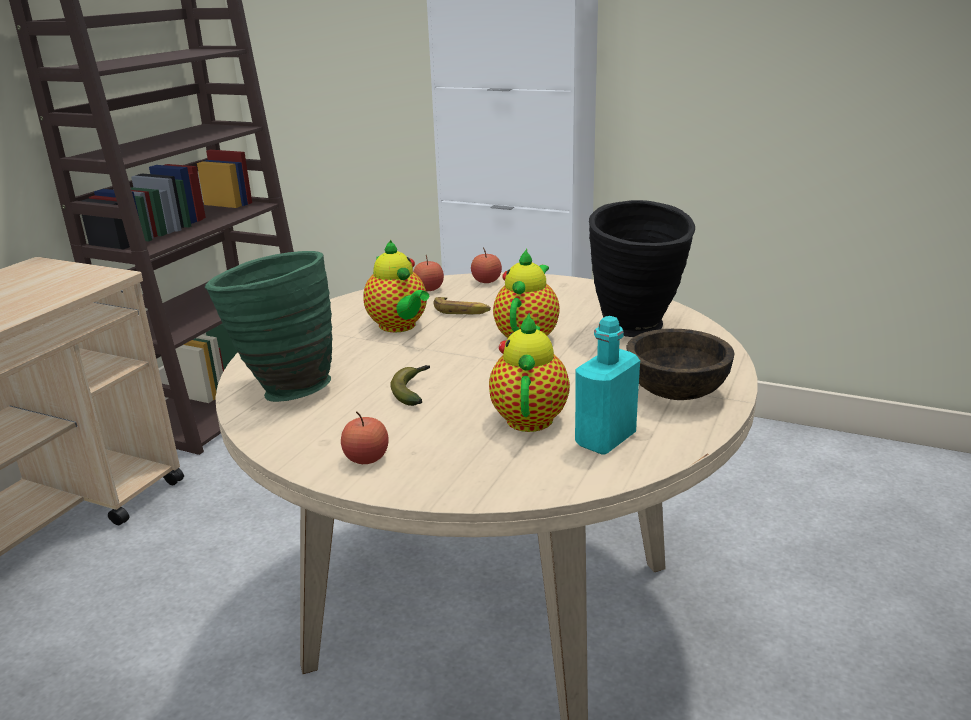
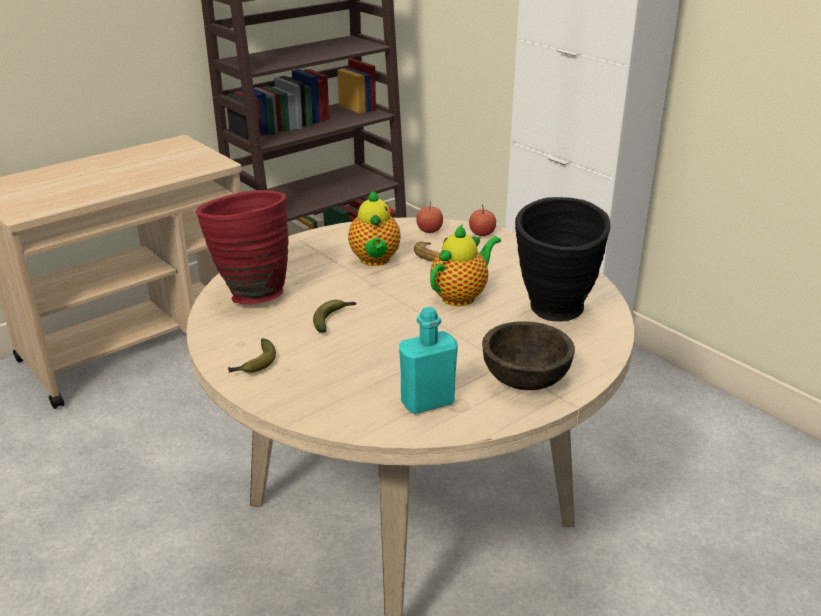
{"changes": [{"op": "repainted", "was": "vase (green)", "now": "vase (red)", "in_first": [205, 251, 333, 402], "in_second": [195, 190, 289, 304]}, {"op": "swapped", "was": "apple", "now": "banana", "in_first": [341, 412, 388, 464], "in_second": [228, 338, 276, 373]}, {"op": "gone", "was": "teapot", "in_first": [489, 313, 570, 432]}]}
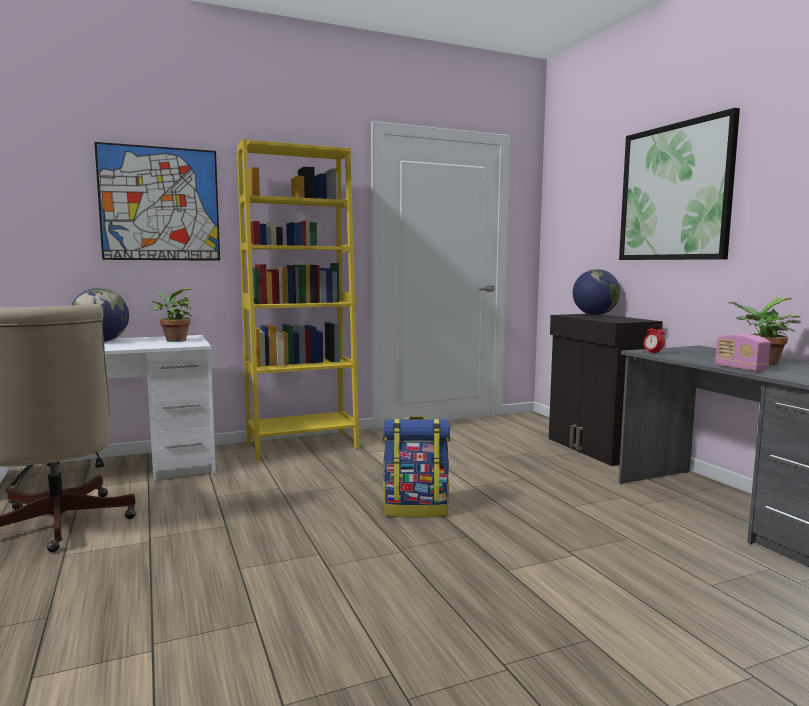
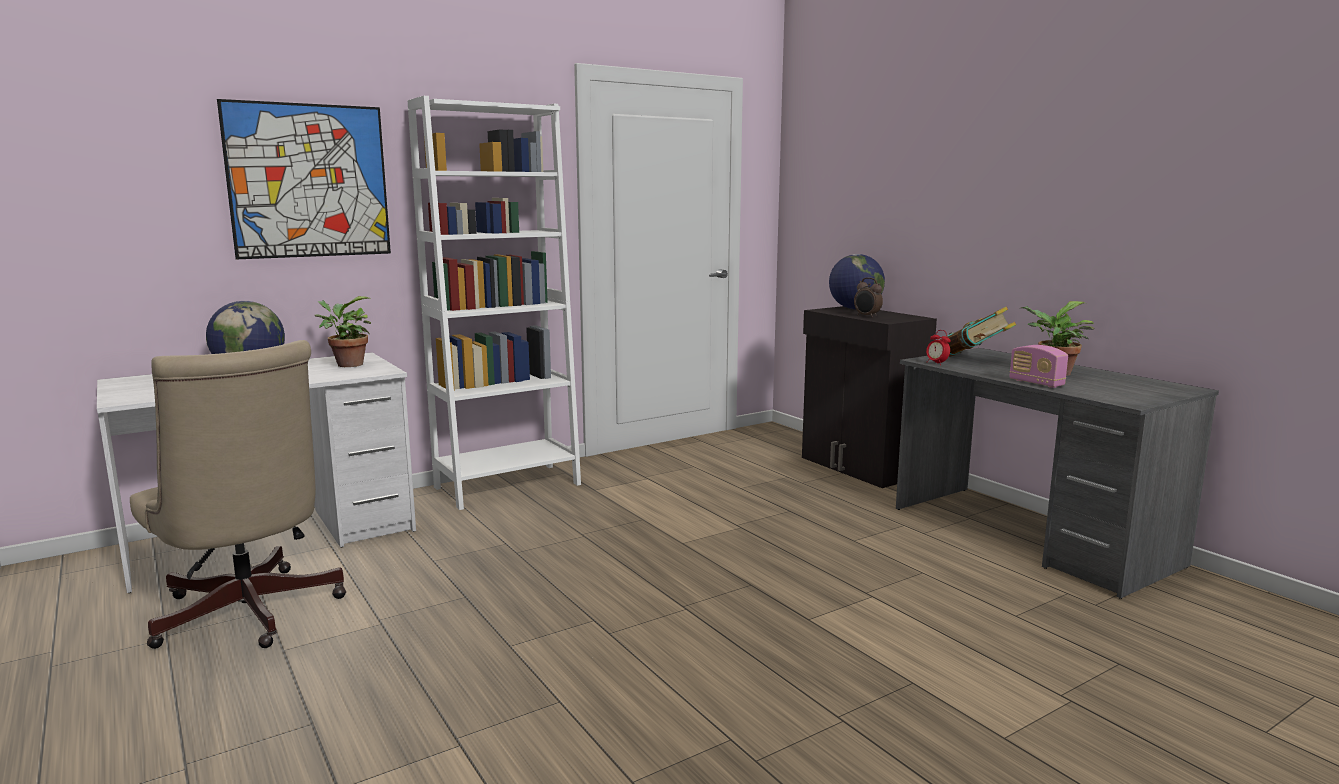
{"changes": [{"op": "repainted", "was": "bookcase (yellow)", "now": "bookcase (white)", "in_first": [237, 139, 359, 461], "in_second": [408, 96, 581, 510]}, {"op": "gone", "was": "backpack", "in_first": [383, 416, 450, 518]}, {"op": "gone", "was": "picture", "in_first": [619, 108, 740, 260]}, {"op": "new", "now": "alarm clock", "in_second": [854, 278, 883, 318]}, {"op": "new", "now": "book", "in_second": [941, 307, 1016, 357]}]}
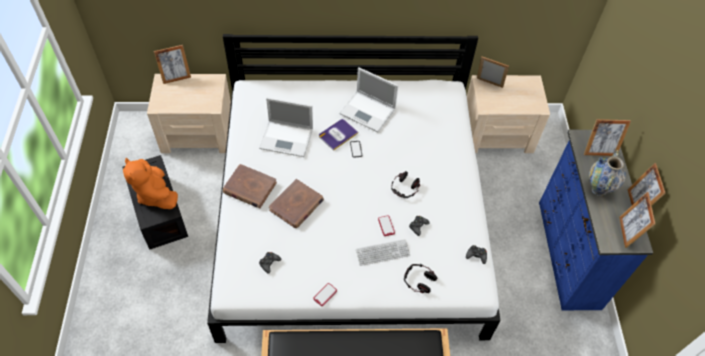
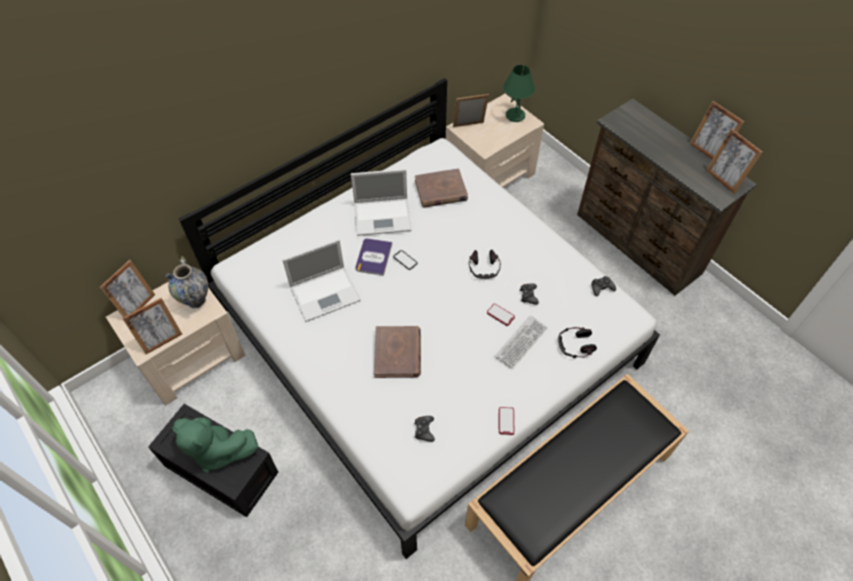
{"changes": [{"op": "repainted", "was": "plush toy (orange)", "now": "plush toy (green)", "in_first": [123, 158, 178, 209], "in_second": [172, 417, 258, 473]}, {"op": "shifted", "was": "book (brown)", "in_first": [223, 164, 277, 209], "in_second": [415, 168, 468, 208]}, {"op": "repainted", "was": "dresser (blue)", "now": "dresser (brown)", "in_first": [539, 130, 653, 310], "in_second": [577, 98, 757, 296]}, {"op": "shifted", "was": "picture frame", "in_first": [584, 119, 631, 156], "in_second": [122, 298, 182, 354]}, {"op": "shifted", "was": "vase", "in_first": [589, 150, 626, 196], "in_second": [166, 256, 208, 309]}, {"op": "new", "now": "table lamp (green)", "in_second": [503, 65, 535, 122]}]}
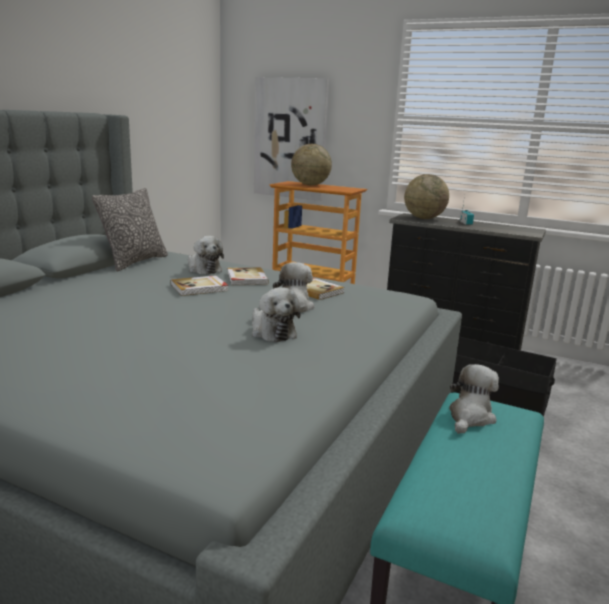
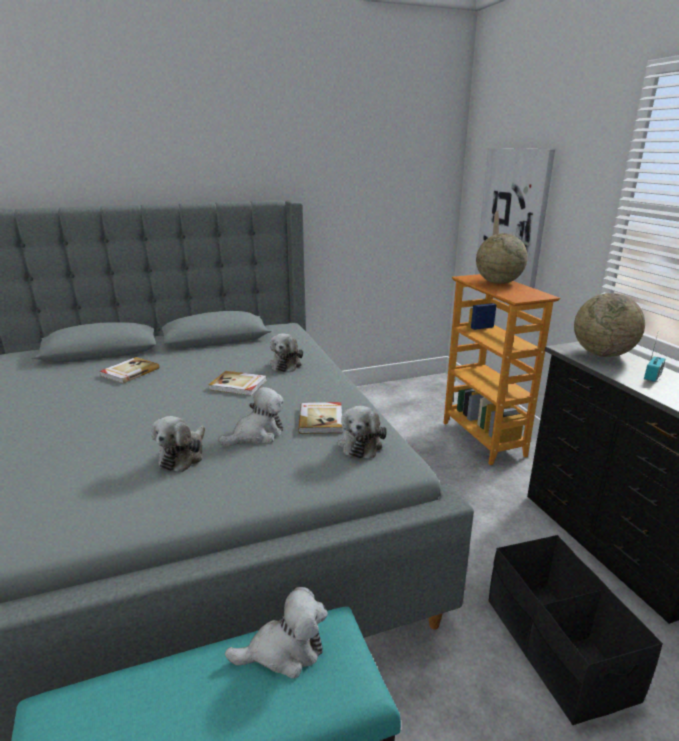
{"changes": [{"op": "gone", "was": "pillow", "in_first": [92, 188, 168, 272]}, {"op": "shifted", "was": "book", "in_first": [227, 267, 269, 285], "in_second": [100, 357, 159, 384]}, {"op": "new", "now": "plush toy", "in_second": [338, 406, 387, 459]}]}
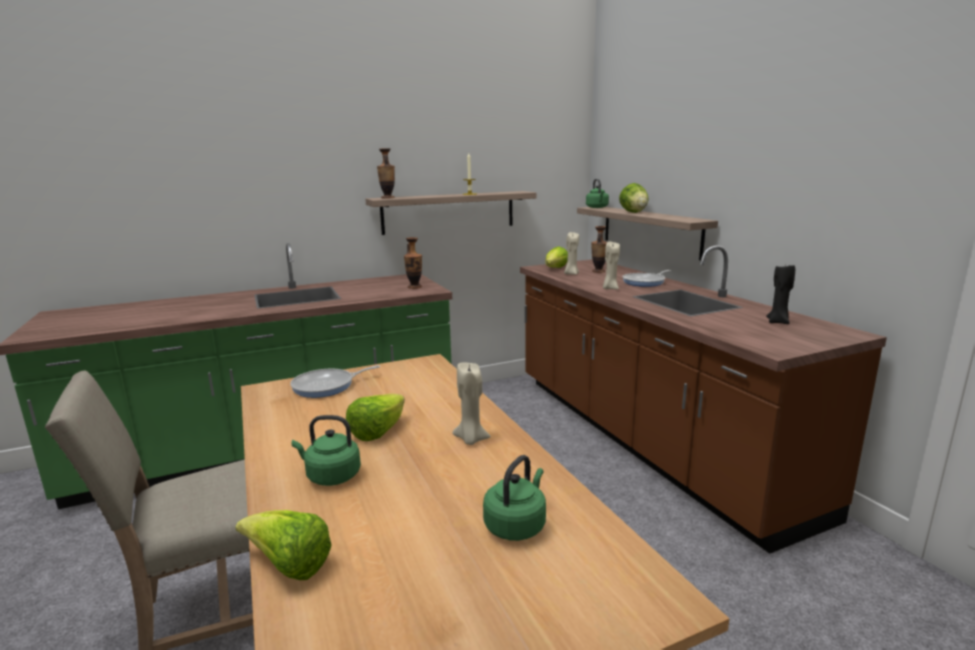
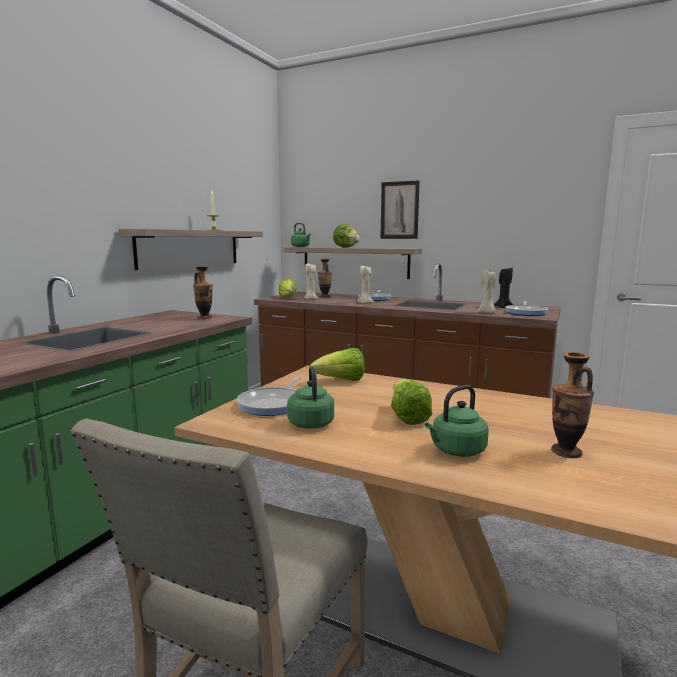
{"changes": [{"op": "shifted", "was": "lettuce", "in_first": [236, 510, 331, 580], "in_second": [309, 348, 365, 381]}, {"op": "shifted", "was": "vase", "in_first": [377, 148, 395, 198], "in_second": [551, 352, 594, 458]}, {"op": "shifted", "was": "candle (beige)", "in_first": [452, 362, 491, 445], "in_second": [478, 270, 496, 313]}, {"op": "shifted", "was": "kettle (green)", "in_first": [483, 455, 546, 541], "in_second": [287, 366, 334, 429]}, {"op": "new", "now": "picture", "in_second": [380, 180, 420, 239]}, {"op": "new", "now": "frying pan", "in_second": [506, 301, 548, 316]}]}
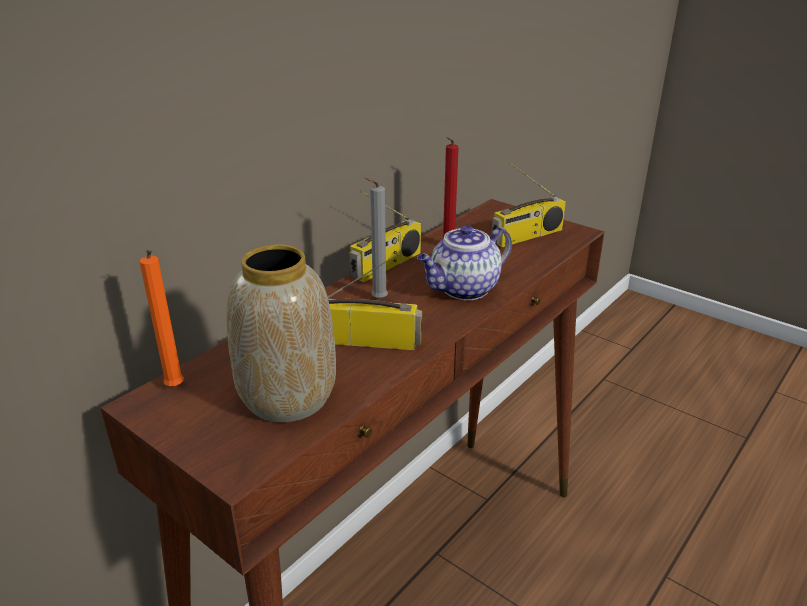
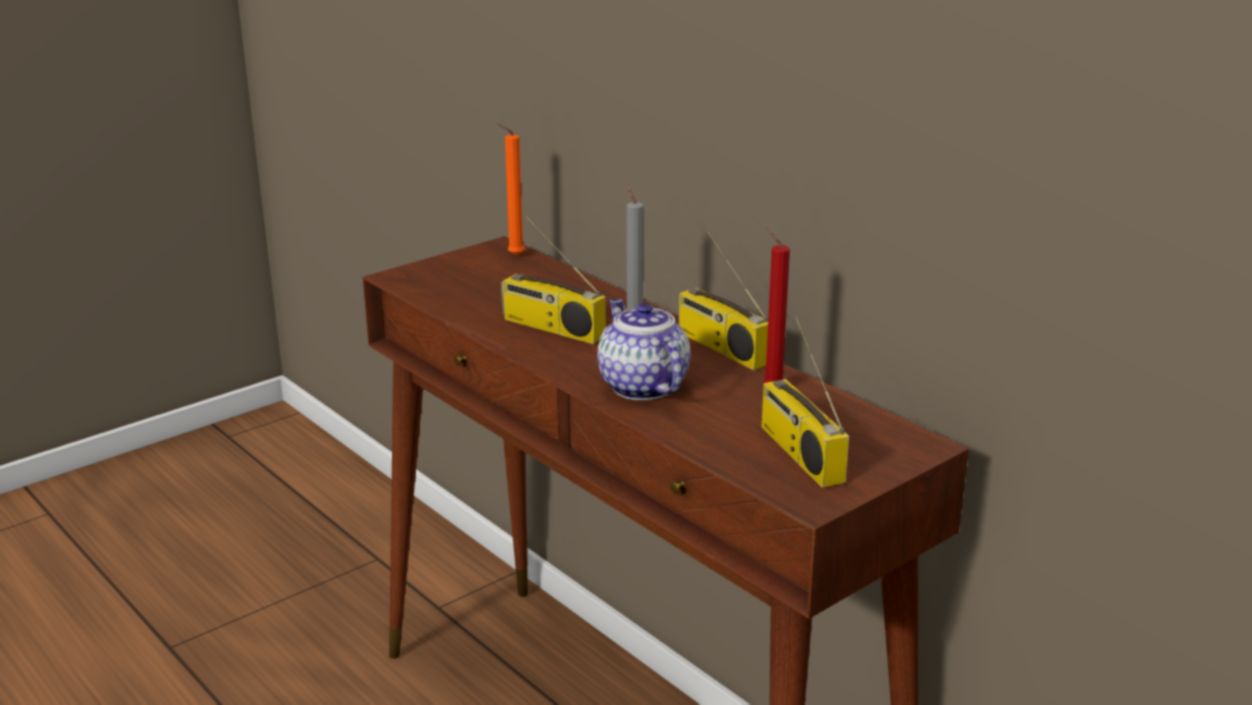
{"changes": [{"op": "gone", "was": "vase", "in_first": [227, 244, 336, 422]}, {"op": "rotated", "was": "radio", "in_first": [328, 253, 422, 350], "in_second": [501, 215, 606, 344], "clockwise": 105}]}
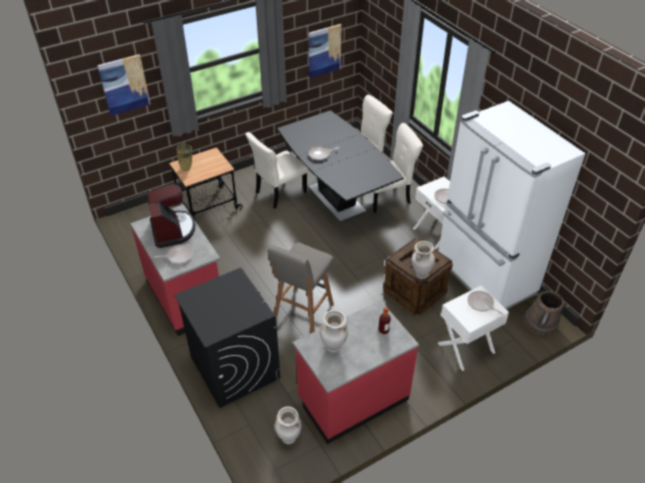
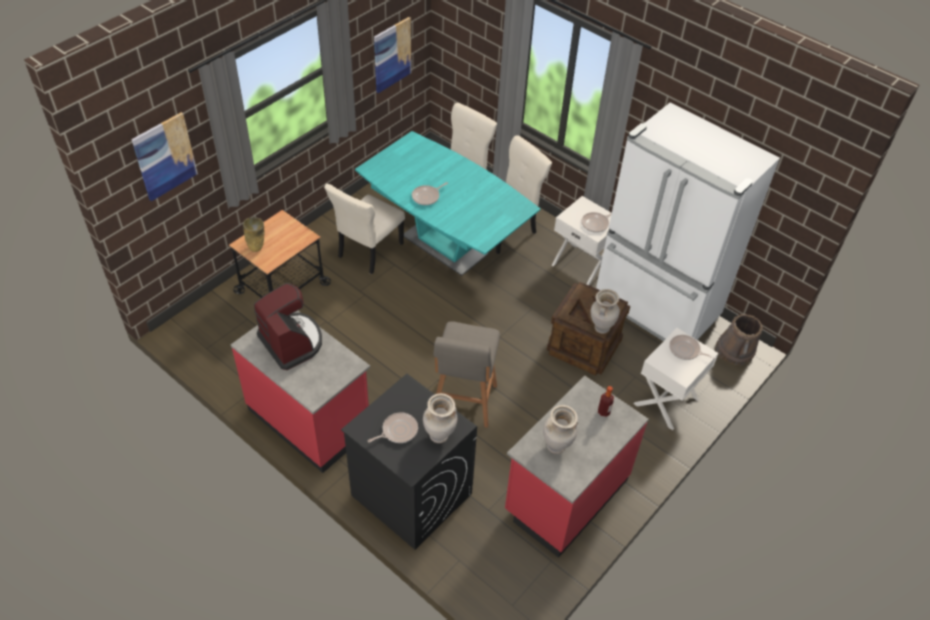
{"changes": [{"op": "shifted", "was": "frying pan", "in_first": [154, 245, 193, 264], "in_second": [368, 412, 418, 443]}, {"op": "shifted", "was": "vase (beige)", "in_first": [275, 407, 302, 444], "in_second": [423, 393, 457, 443]}, {"op": "repainted", "was": "dining table (black)", "now": "dining table (turquoise)", "in_first": [277, 110, 404, 223], "in_second": [355, 131, 541, 276]}]}
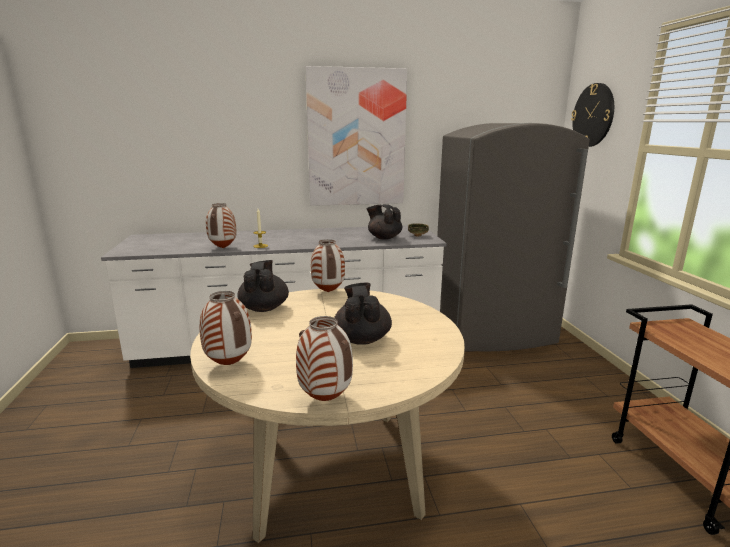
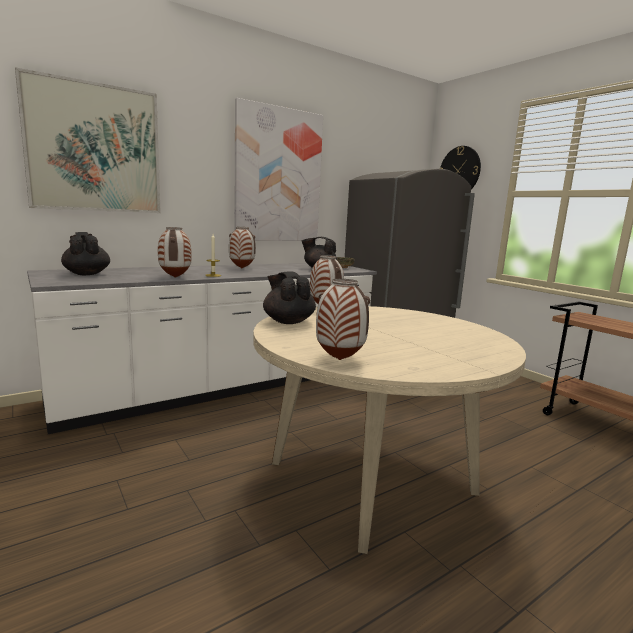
{"changes": [{"op": "shifted", "was": "vase", "in_first": [296, 316, 353, 401], "in_second": [229, 227, 256, 268]}, {"op": "shifted", "was": "teapot (black)", "in_first": [334, 283, 392, 345], "in_second": [61, 232, 110, 275]}, {"op": "new", "now": "picture", "in_second": [15, 67, 161, 213]}]}
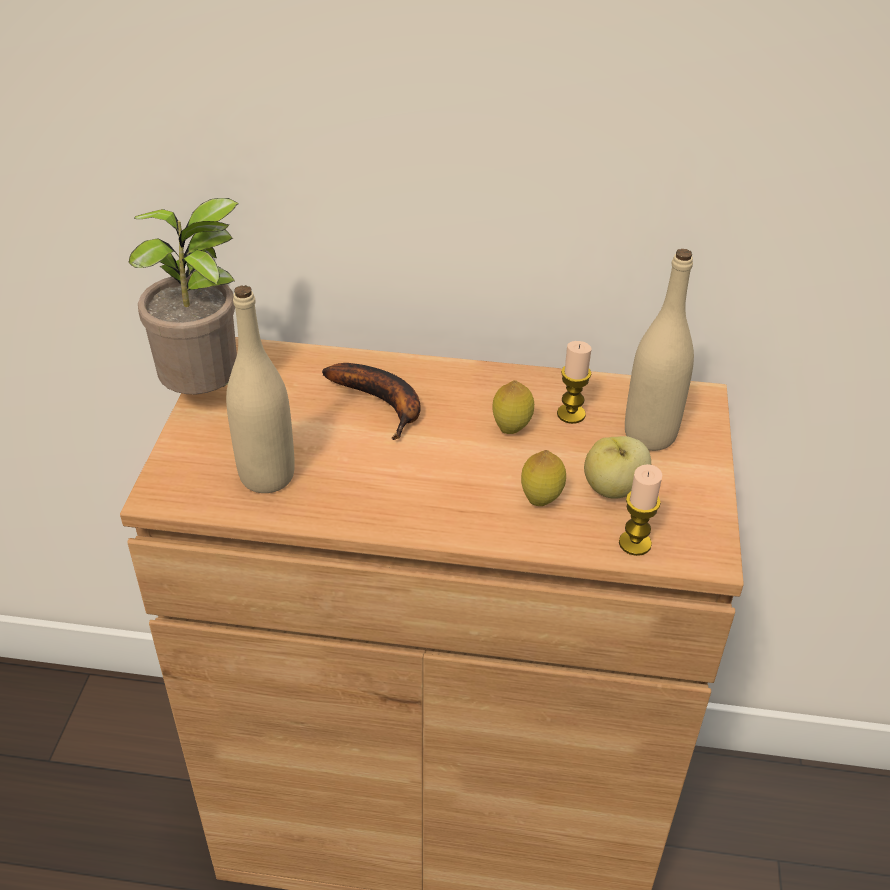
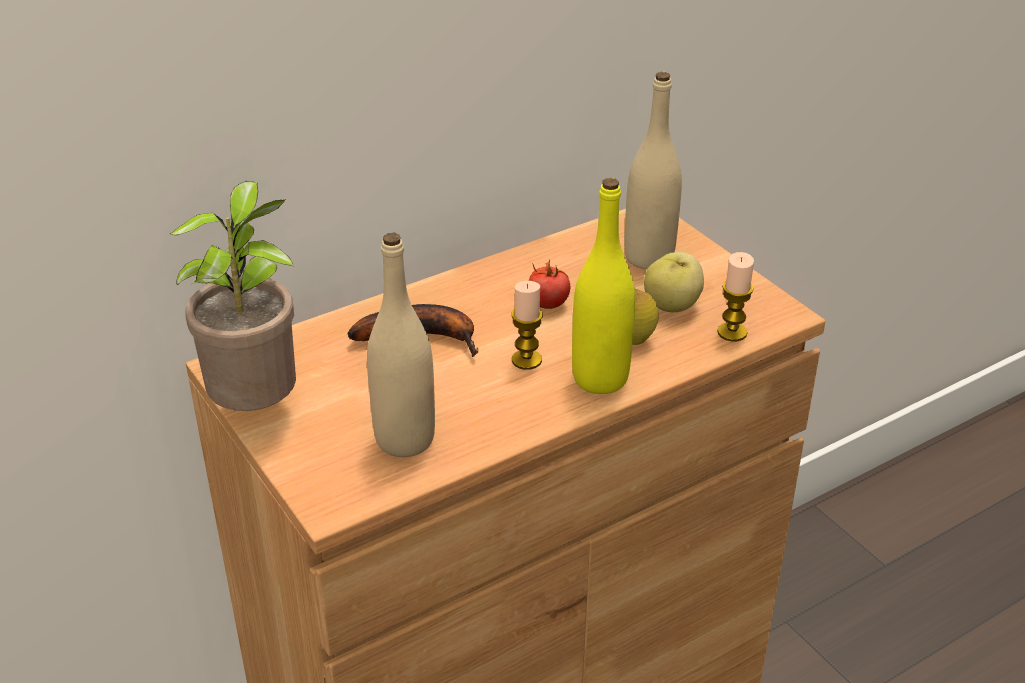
{"changes": [{"op": "swapped", "was": "lemon", "now": "tomato", "in_first": [493, 380, 534, 434], "in_second": [529, 260, 570, 309]}, {"op": "shifted", "was": "candle", "in_first": [557, 341, 592, 424], "in_second": [511, 281, 543, 370]}, {"op": "new", "now": "bottle (yellow)", "in_second": [572, 178, 635, 394]}]}
